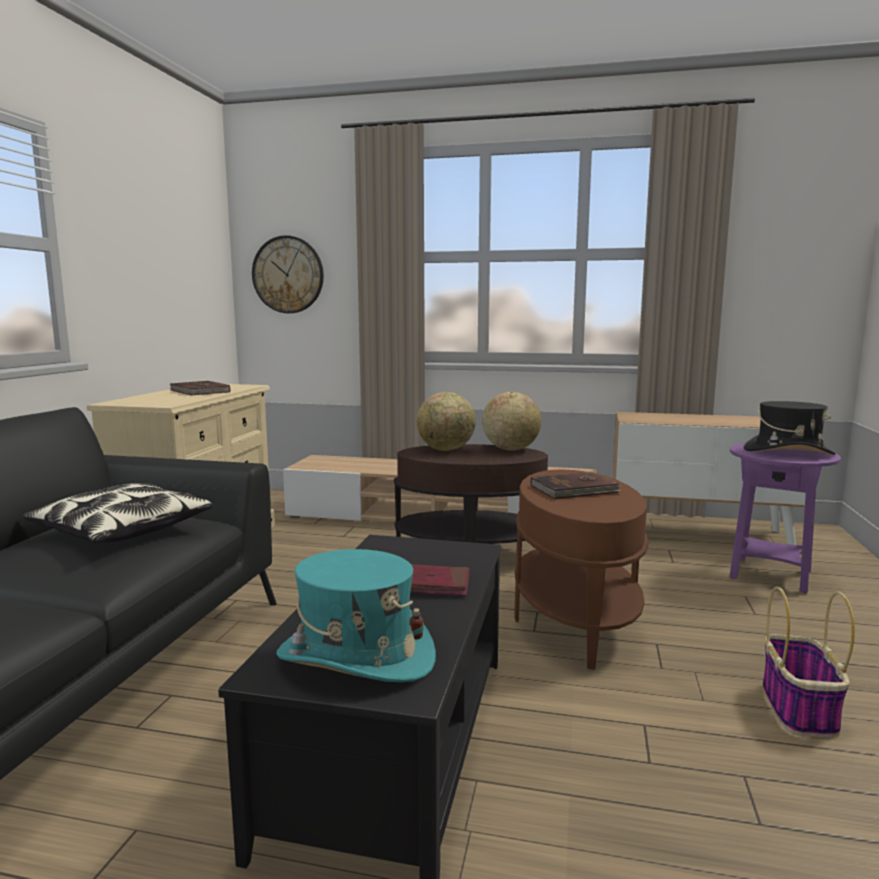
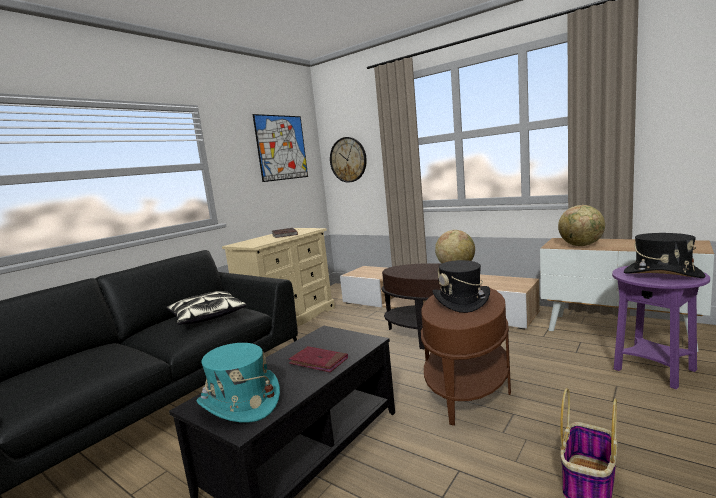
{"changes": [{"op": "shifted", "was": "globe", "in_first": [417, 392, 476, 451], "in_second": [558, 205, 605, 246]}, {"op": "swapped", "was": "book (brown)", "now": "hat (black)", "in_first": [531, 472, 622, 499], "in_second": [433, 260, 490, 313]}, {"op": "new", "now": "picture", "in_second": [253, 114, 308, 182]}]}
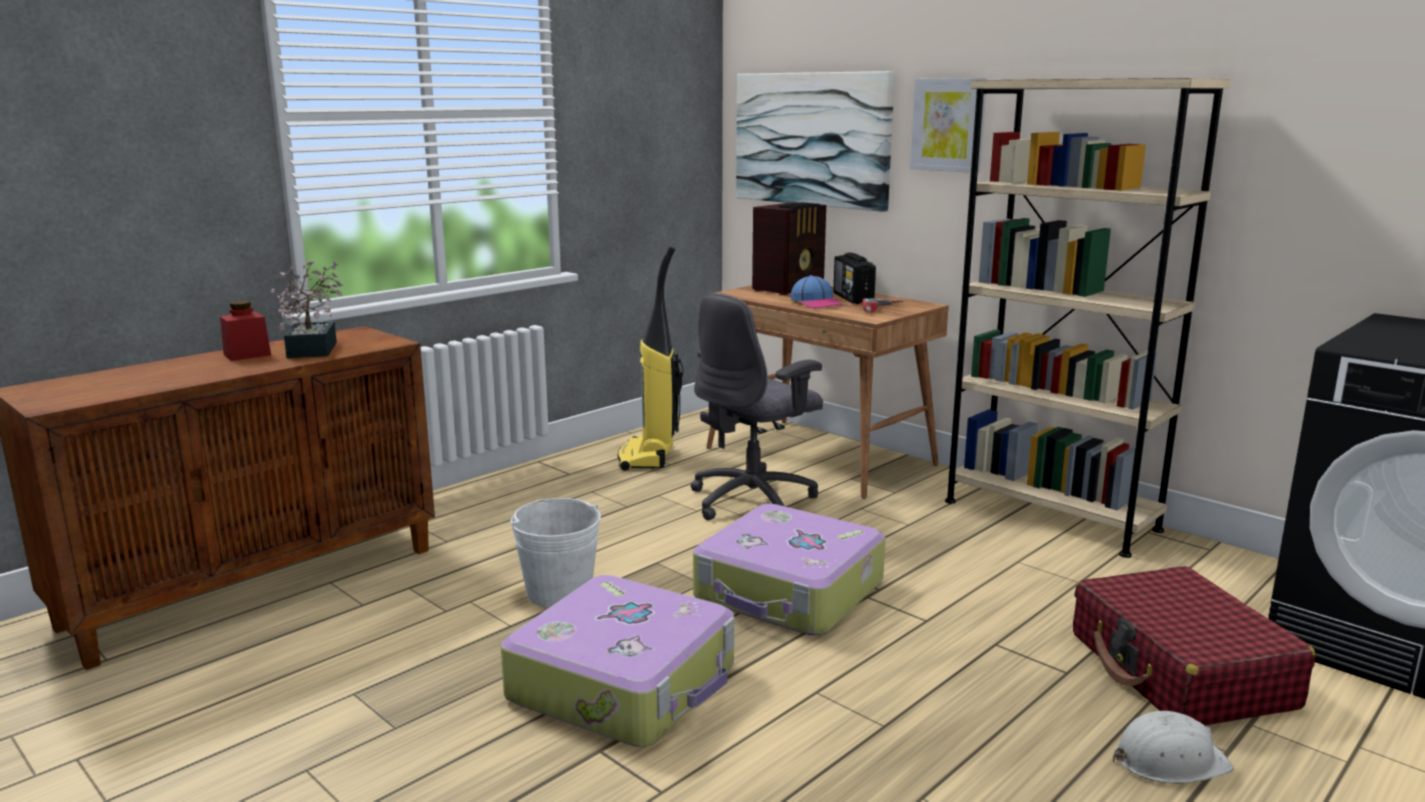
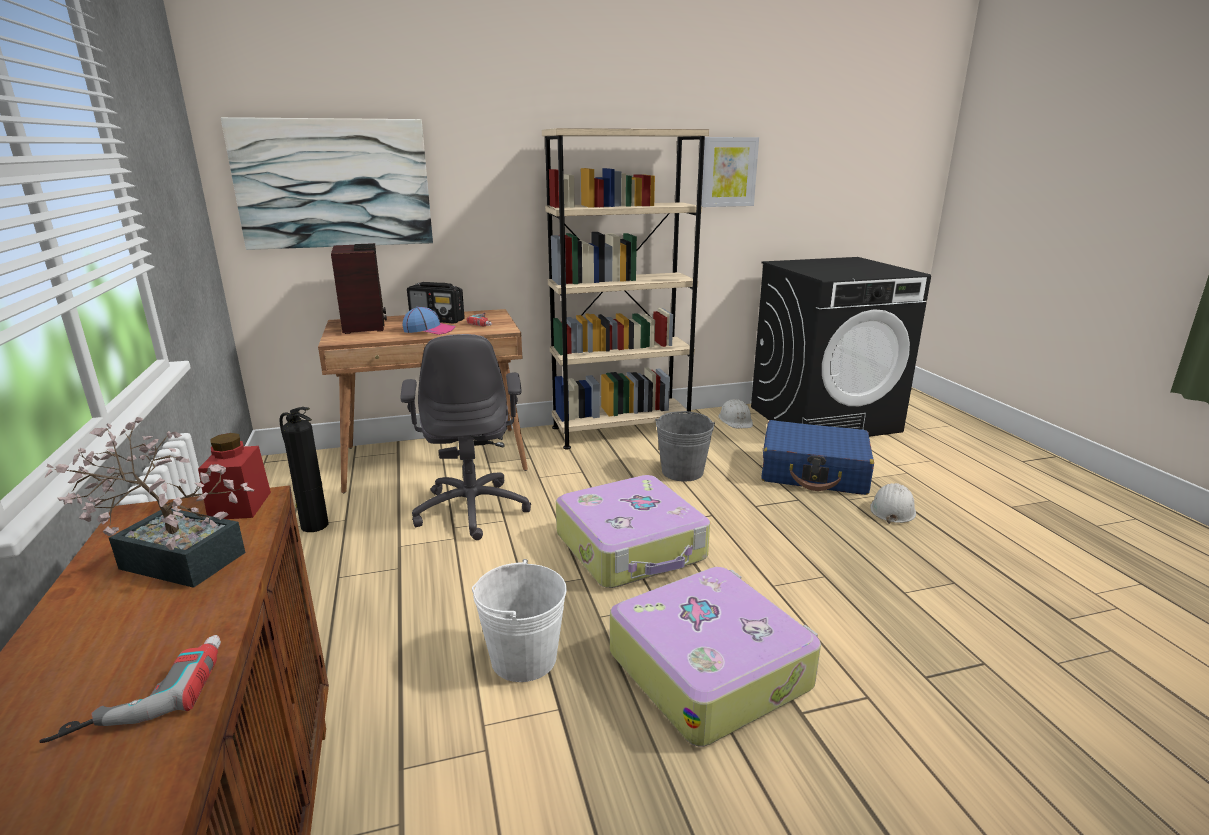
{"changes": [{"op": "shifted", "was": "jar (red)", "in_first": [220, 301, 271, 361], "in_second": [198, 433, 271, 519]}, {"op": "swapped", "was": "vacuum cleaner", "now": "fire extinguisher", "in_first": [617, 246, 683, 471], "in_second": [280, 407, 329, 532]}, {"op": "shifted", "was": "picture", "in_first": [910, 78, 987, 173], "in_second": [701, 137, 759, 207]}, {"op": "repainted", "was": "suitcase (red)", "now": "suitcase (blue)", "in_first": [1073, 566, 1316, 726], "in_second": [761, 420, 874, 495]}, {"op": "new", "now": "power drill", "in_second": [39, 635, 221, 743]}, {"op": "new", "now": "bucket (grey)", "in_second": [655, 411, 715, 481]}, {"op": "new", "now": "hard hat (white)", "in_second": [719, 399, 753, 428]}]}
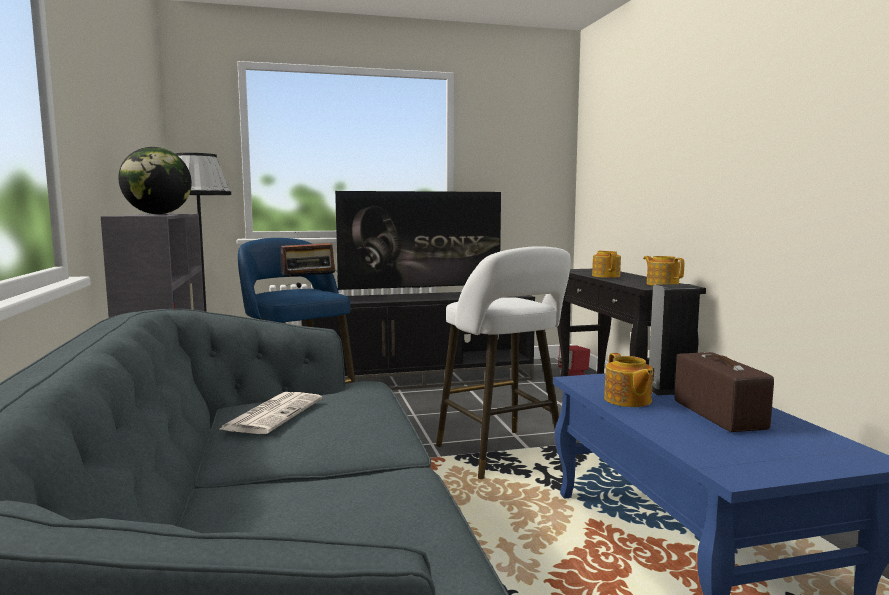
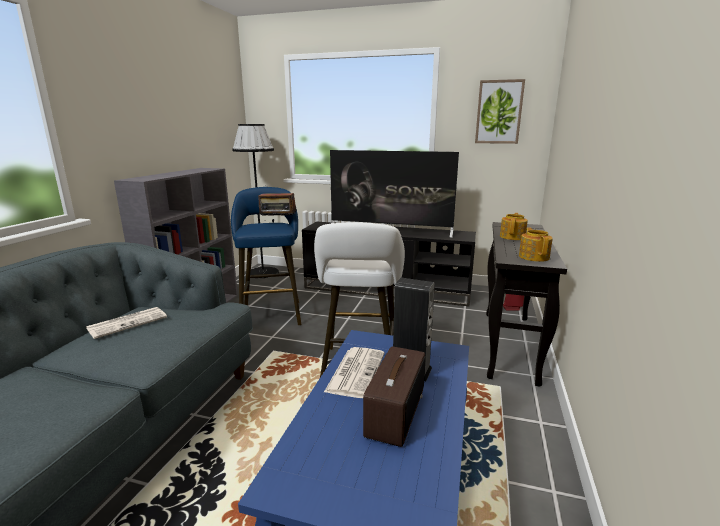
{"changes": [{"op": "gone", "was": "globe", "in_first": [118, 147, 192, 214]}, {"op": "swapped", "was": "teapot", "now": "newspaper", "in_first": [604, 353, 653, 407], "in_second": [324, 347, 385, 398]}, {"op": "new", "now": "picture", "in_second": [475, 79, 525, 144]}]}
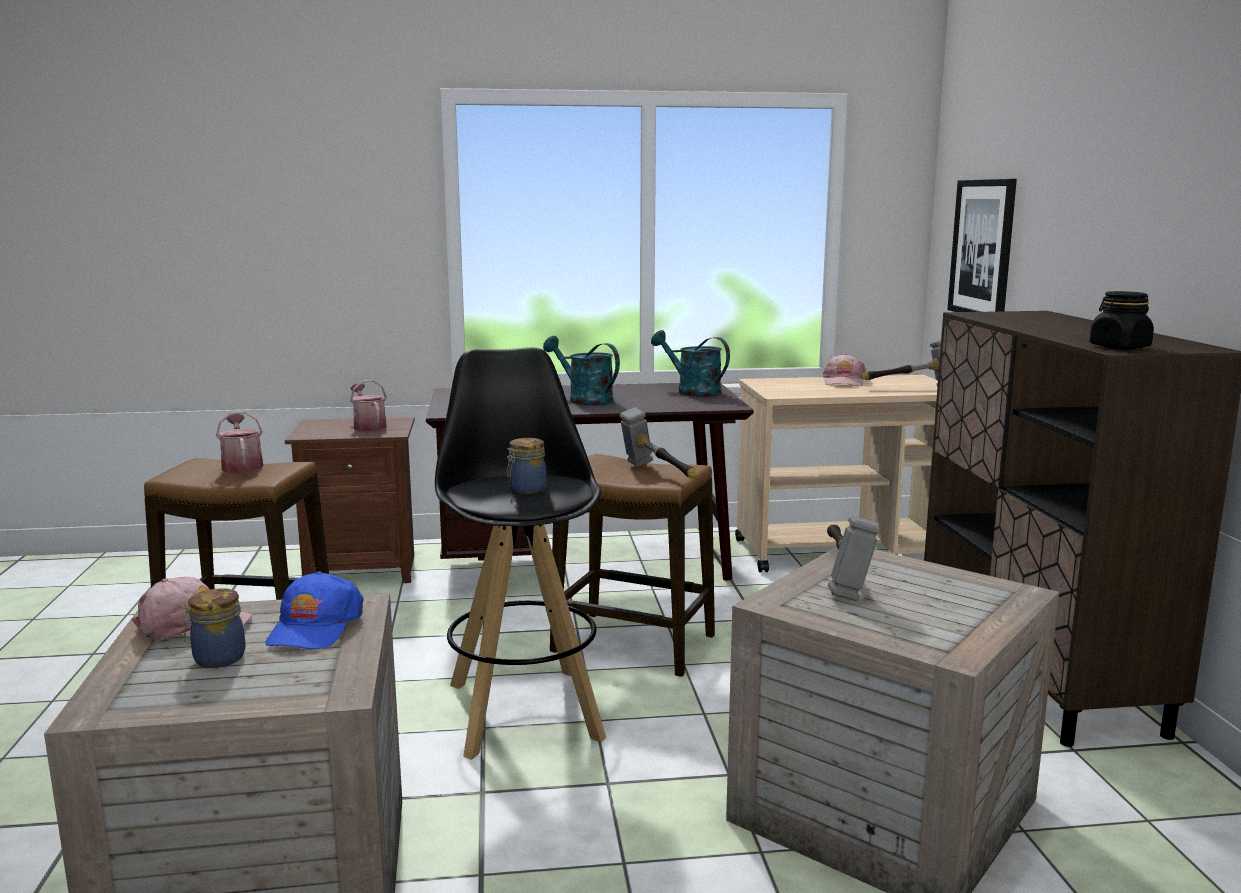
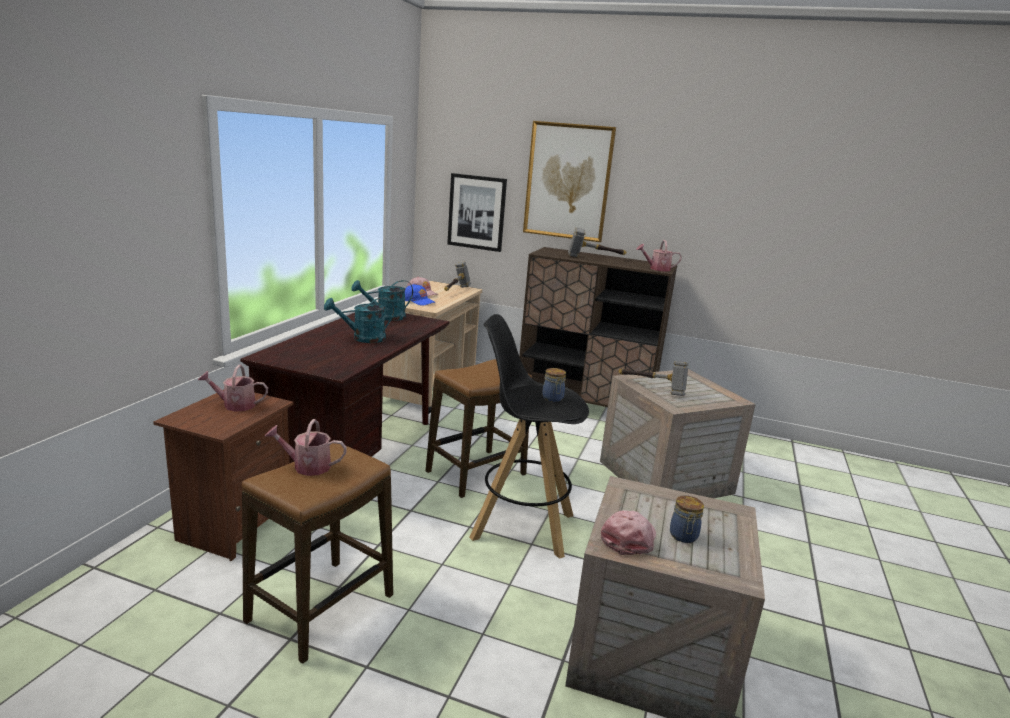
{"changes": [{"op": "shifted", "was": "cap (blue)", "in_first": [265, 571, 364, 649], "in_second": [405, 284, 436, 306]}, {"op": "shifted", "was": "hammer", "in_first": [619, 407, 698, 479], "in_second": [568, 228, 627, 257]}, {"op": "swapped", "was": "jar (black)", "now": "watering can", "in_first": [1089, 291, 1154, 350], "in_second": [636, 240, 682, 272]}, {"op": "new", "now": "picture", "in_second": [523, 121, 616, 242]}]}
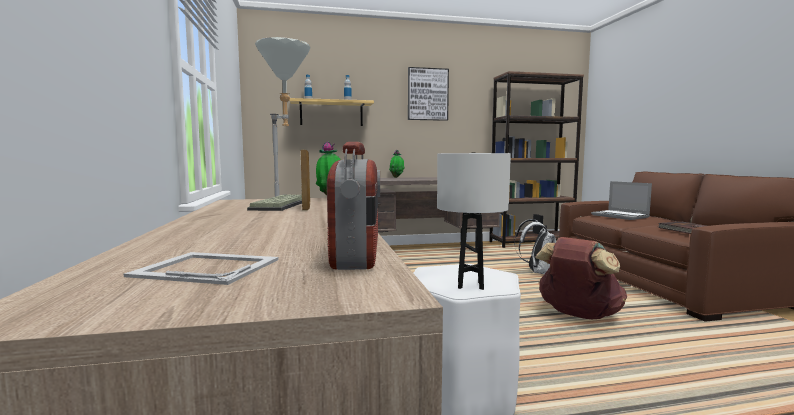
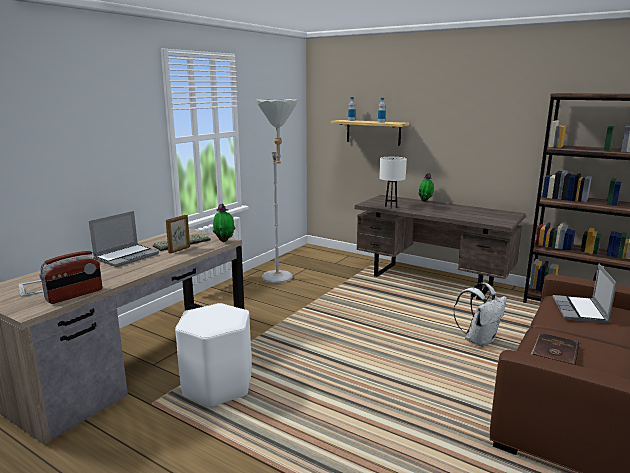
{"changes": [{"op": "gone", "was": "picture", "in_first": [408, 67, 449, 121]}, {"op": "shifted", "was": "table lamp (white)", "in_first": [437, 152, 511, 290], "in_second": [379, 157, 407, 209]}, {"op": "gone", "was": "backpack (brown)", "in_first": [536, 237, 627, 319]}, {"op": "new", "now": "laptop", "in_second": [89, 211, 159, 267]}]}
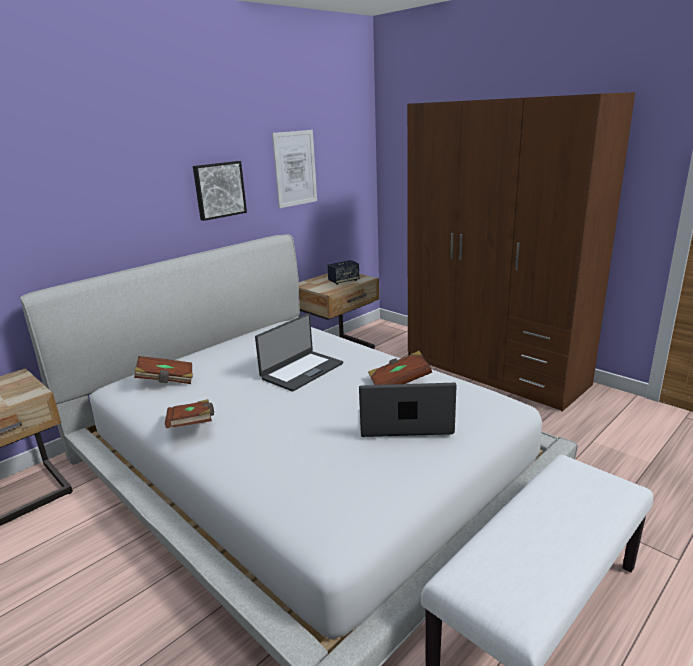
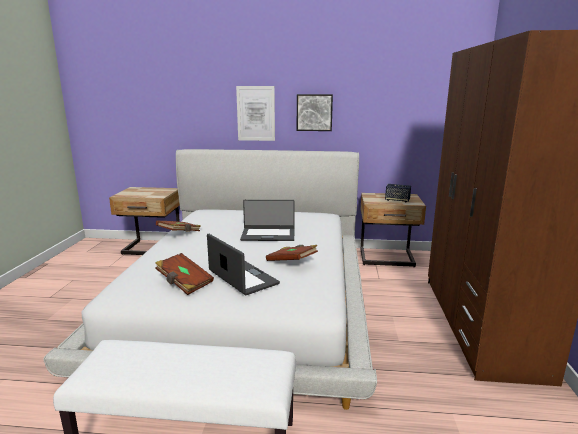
{"changes": [{"op": "shifted", "was": "book (brown)", "in_first": [134, 356, 193, 384], "in_second": [155, 253, 214, 295]}, {"op": "shifted", "was": "picture", "in_first": [272, 130, 317, 208], "in_second": [236, 86, 275, 141]}]}
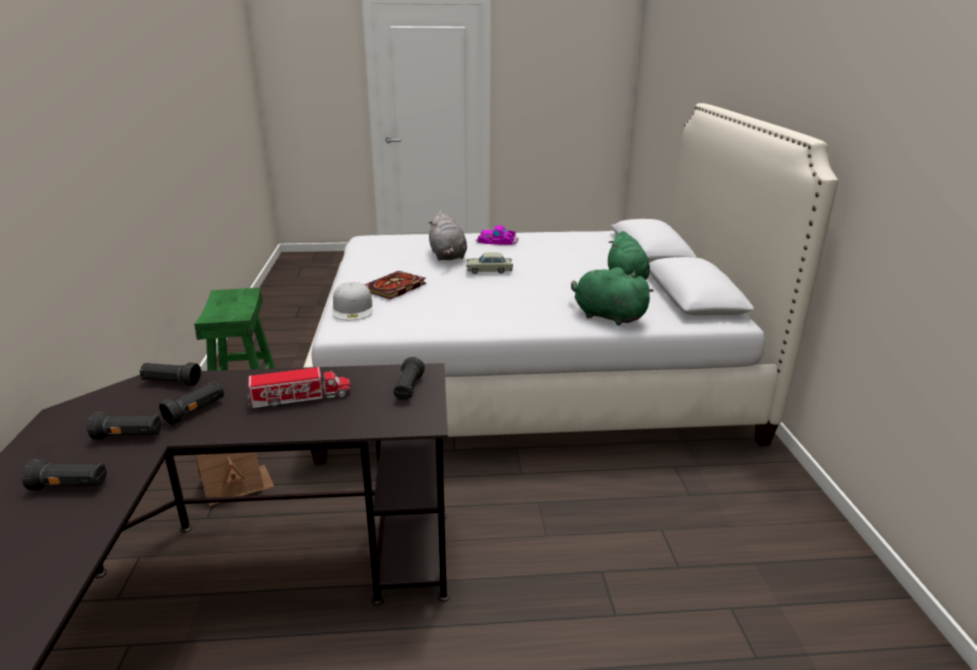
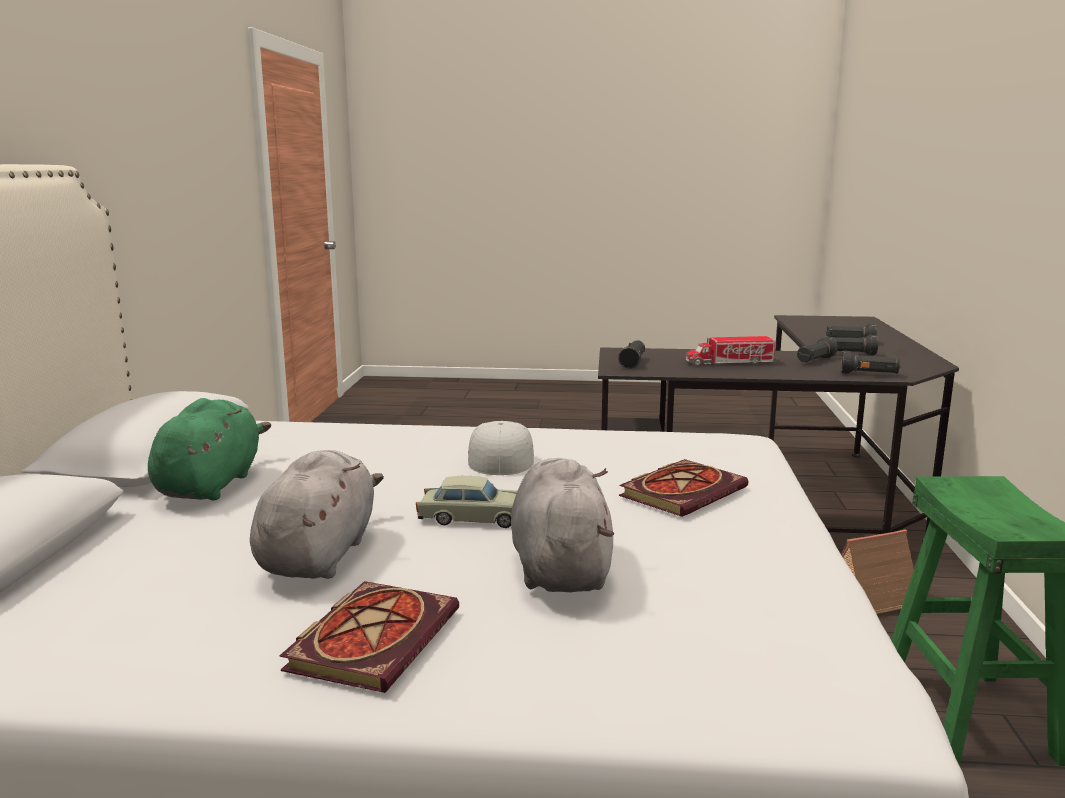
{"changes": [{"op": "shifted", "was": "cap (white)", "in_first": [333, 282, 373, 320], "in_second": [468, 421, 534, 475]}, {"op": "swapped", "was": "toy car", "now": "book", "in_first": [476, 225, 519, 245], "in_second": [279, 581, 459, 693]}, {"op": "gone", "was": "plush toy (green)", "in_first": [571, 267, 654, 325]}, {"op": "new", "now": "plush toy (grey)", "in_second": [250, 450, 384, 579]}]}
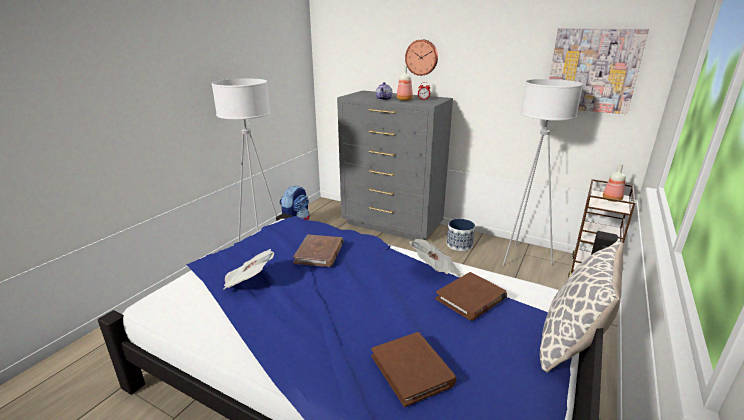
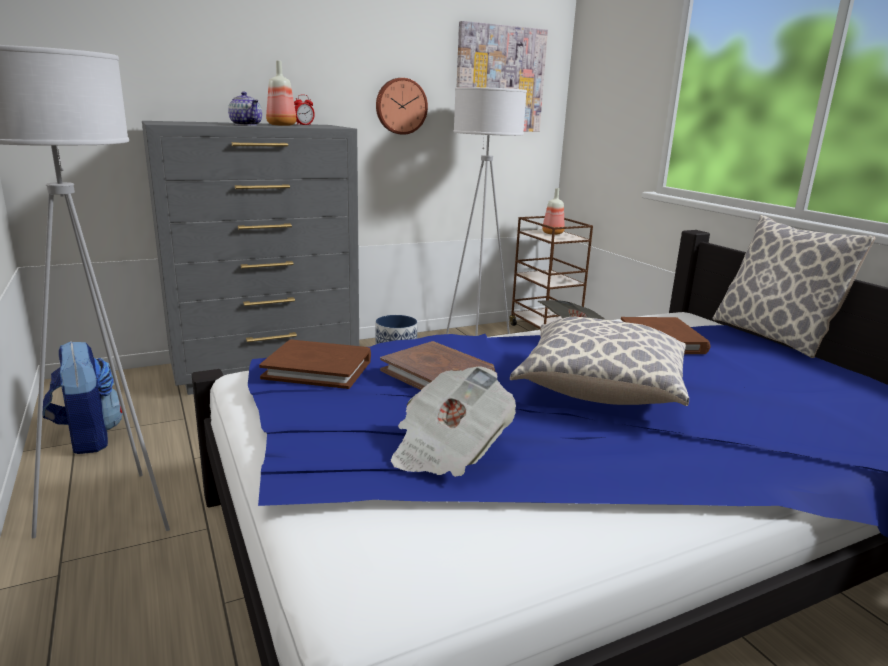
{"changes": [{"op": "shifted", "was": "book (brown)", "in_first": [372, 332, 457, 407], "in_second": [259, 339, 371, 389]}, {"op": "shifted", "was": "wall clock", "in_first": [405, 39, 438, 76], "in_second": [376, 78, 428, 135]}, {"op": "new", "now": "pillow", "in_second": [510, 317, 689, 406]}]}
